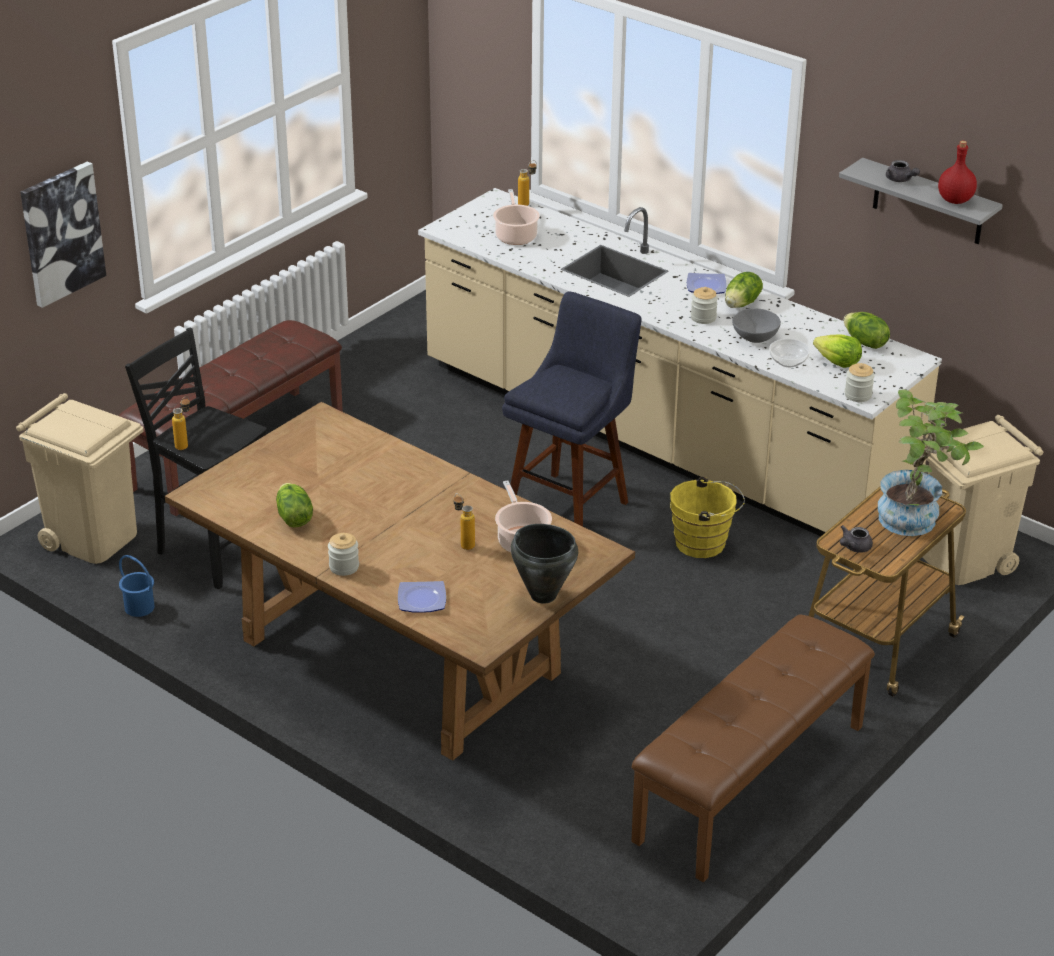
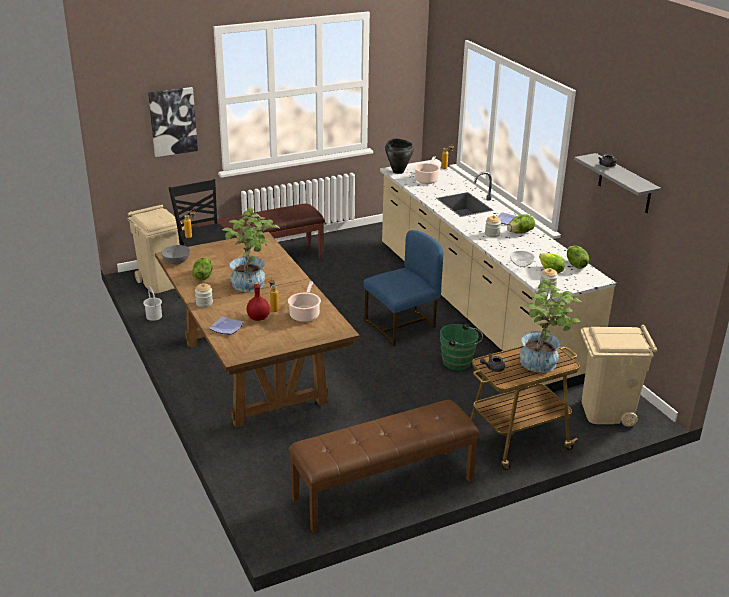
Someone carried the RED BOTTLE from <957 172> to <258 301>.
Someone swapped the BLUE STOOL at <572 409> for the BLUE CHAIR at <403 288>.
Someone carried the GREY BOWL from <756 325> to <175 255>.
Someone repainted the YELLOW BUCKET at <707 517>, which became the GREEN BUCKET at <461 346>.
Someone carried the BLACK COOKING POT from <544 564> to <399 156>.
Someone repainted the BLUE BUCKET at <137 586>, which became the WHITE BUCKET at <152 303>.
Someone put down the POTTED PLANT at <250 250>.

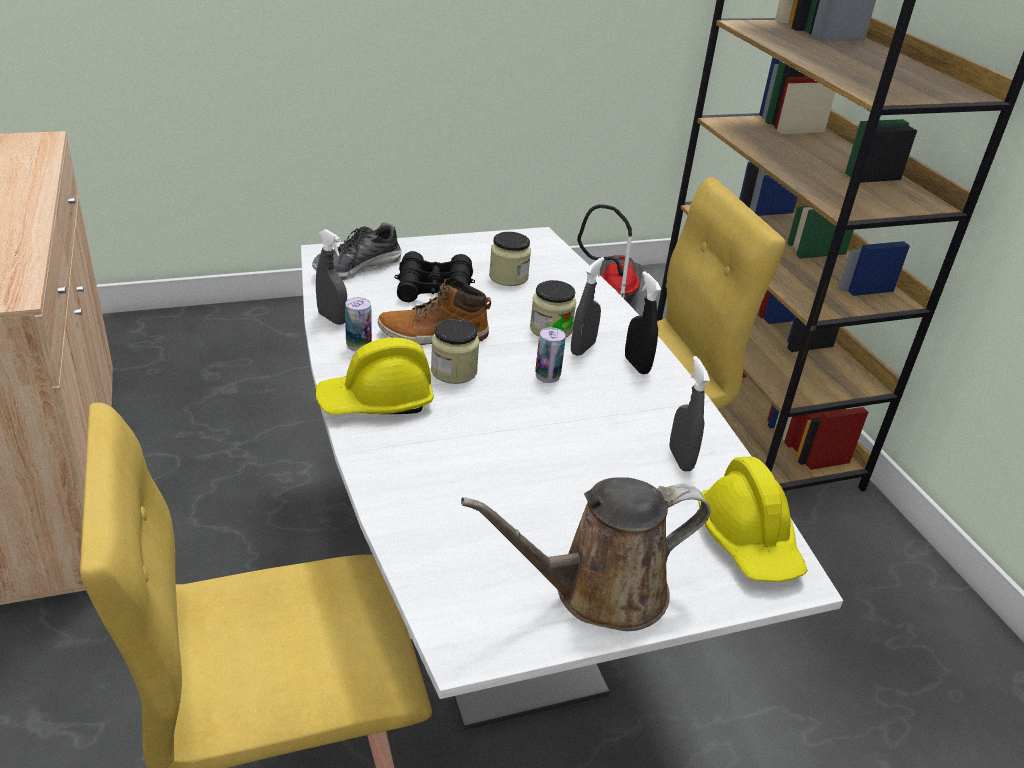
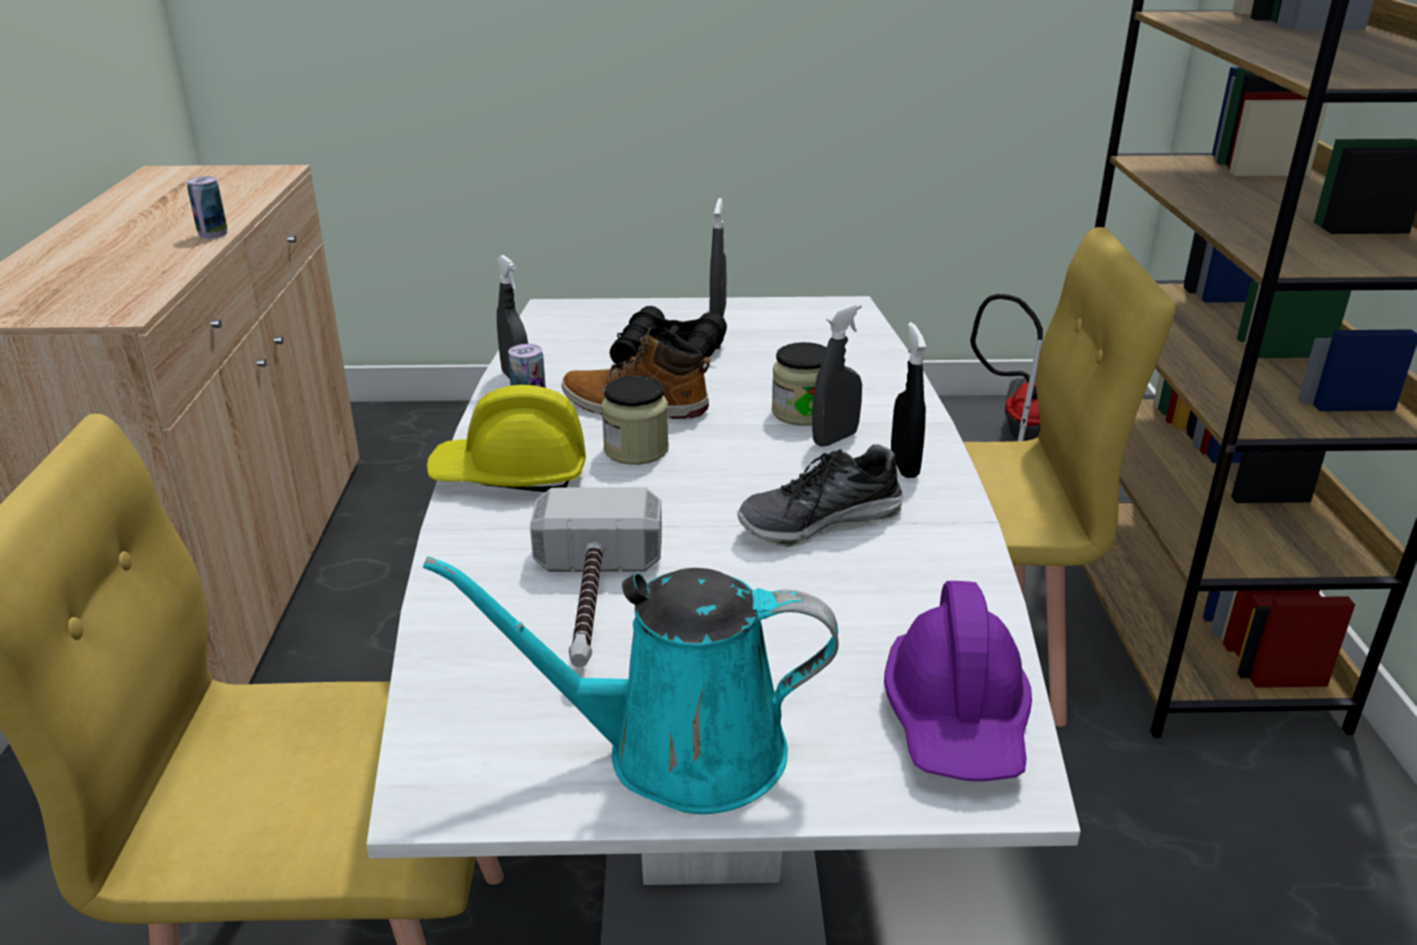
Someone carried the SHOE from <357 251> to <820 495>.
Someone took away the JAR at <510 259>.
Someone carried the CAN from <550 355> to <206 207>.
Someone carried the GREY SPRAY BOTTLE from <689 413> to <718 257>.
Someone repainted the YELLOW HARD HAT at <752 519>, which became the PURPLE HARD HAT at <958 681>.
Someone repainted the BROWN WATERING CAN at <586 554>, which became the TURQUOISE WATERING CAN at <631 685>.
Someone put down the HAMMER at <596 577>.

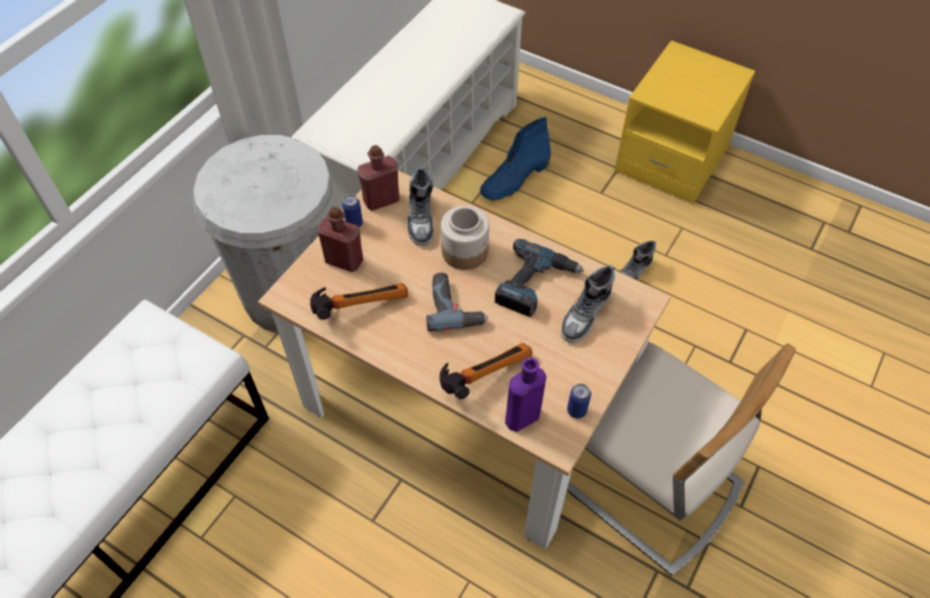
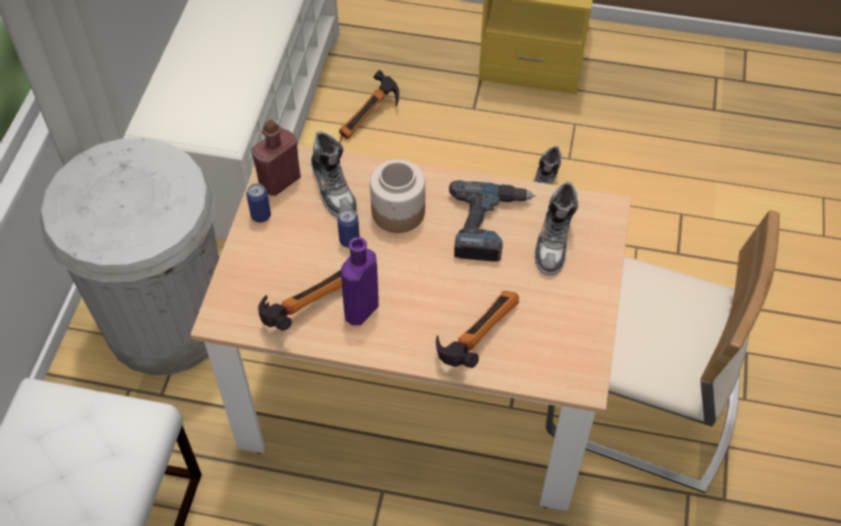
Someone swapped the BLUE BOOT at <515 159> for the HAMMER at <369 104>.
Someone took away the RED BOTTLE at <340 239>.
Someone took away the POWER DRILL at <457 302>.
Someone carried the PURPLE BOTTLE from <525 394> to <360 281>.
Someone carried the CAN from <579 401> to <348 228>.

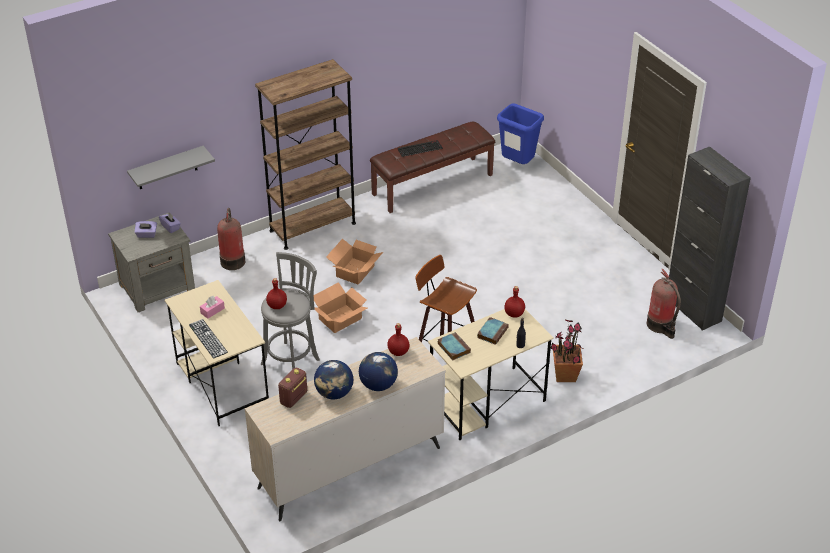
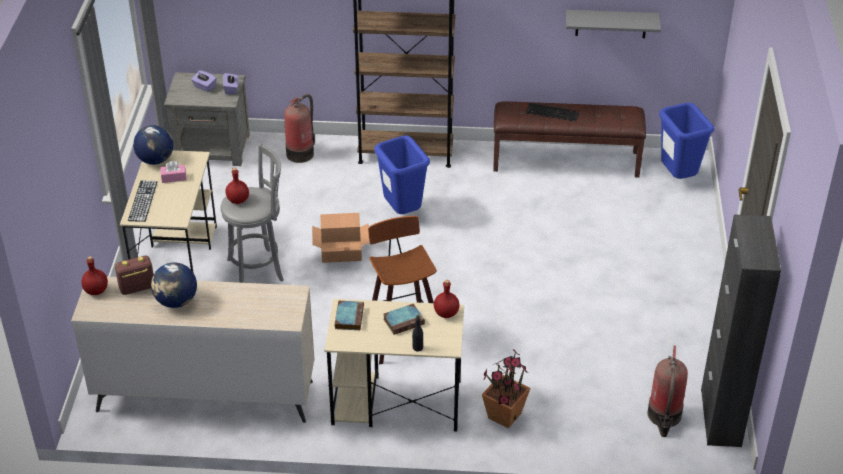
Someone carried the GREY SHELF from <171 167> to <613 24>.
Someone swapped the CARDBOARD BOX at <354 262> for the BLUE TRASH CAN at <402 175>.
Someone carried the RED BOTTLE from <398 339> to <94 275>.
Someone carried the GLOBE from <378 371> to <153 145>.

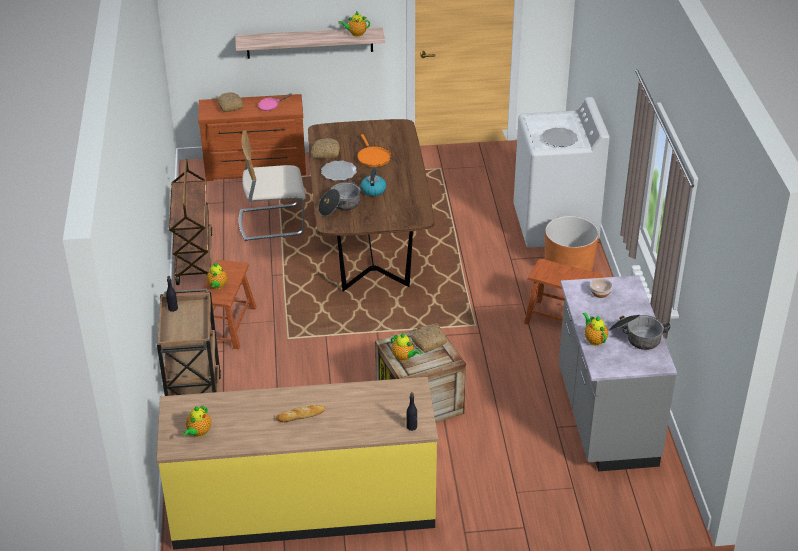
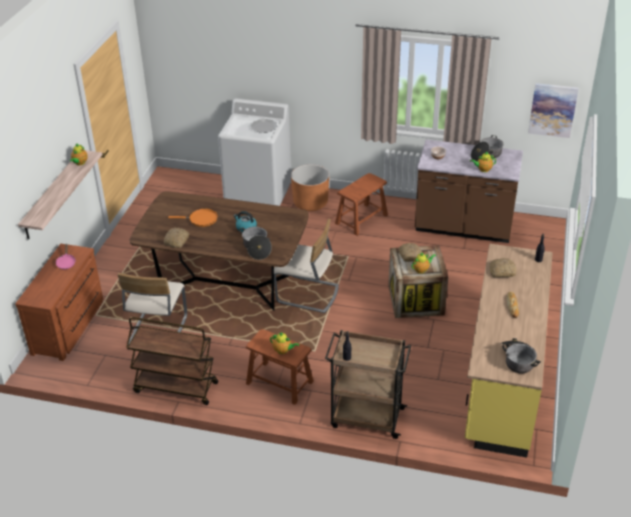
Someone carried the BREAD from <230 102> to <503 267>.
Someone took away the PLATE at <339 171>.
Someone repainted the GREY COUNTER at <618 373>, which became the BROWN COUNTER at <469 191>.
Someone swapped the TEAPOT at <197 421> for the COOKING POT at <520 355>.
Someone put up the PICTURE at <553 110>.
Someone put down the BEIGE CHAIR at <306 266>.

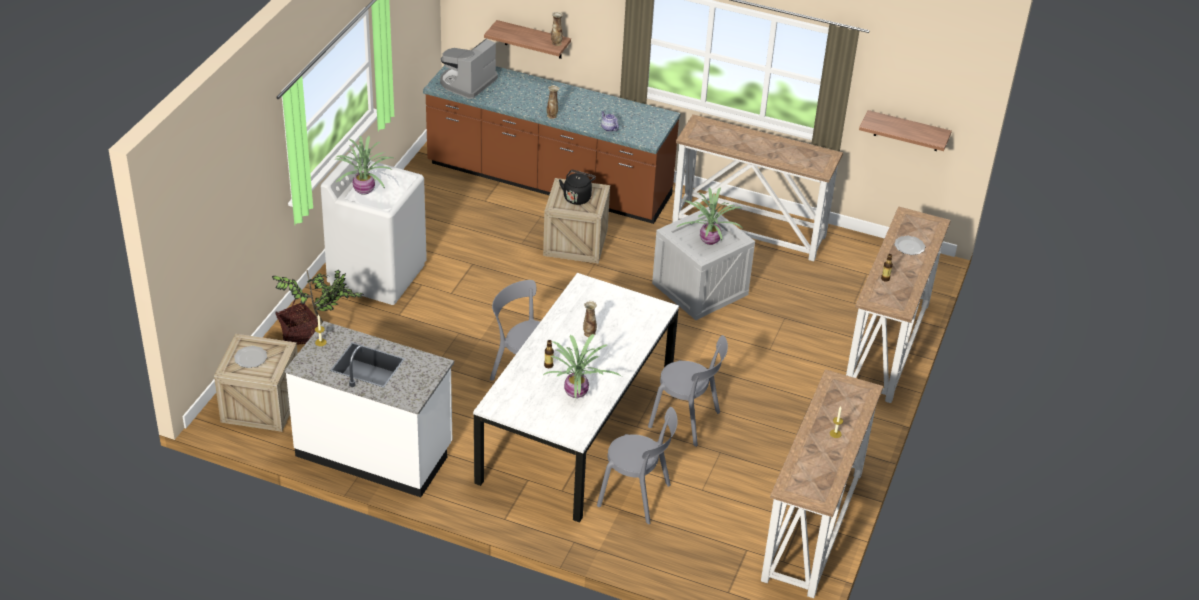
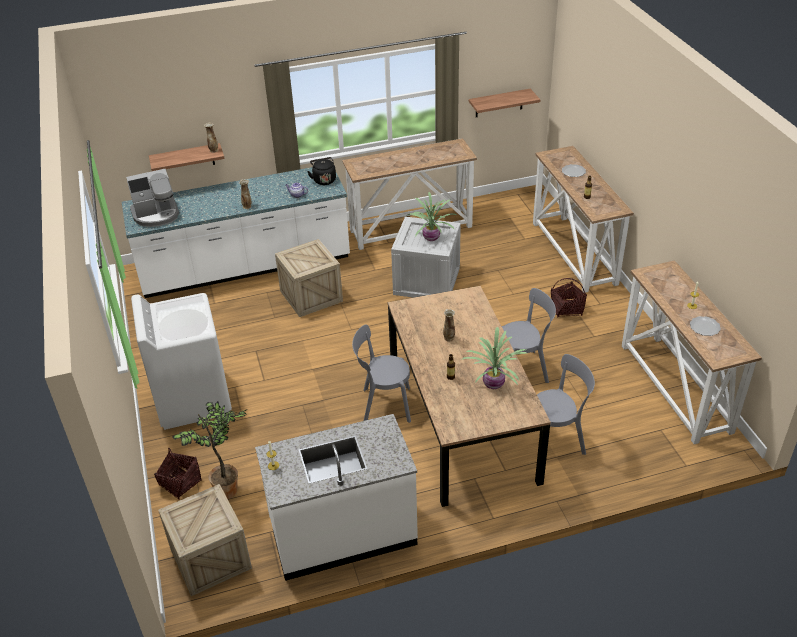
Someone rotated the COFFEE MACHINE at <469 68> by 105 degrees counterclockwise.
Someone repainted the BROWN COUNTER at <551 144>, which became the WHITE COUNTER at <236 232>.
Someone took away the POTTED PLANT at <365 165>.
Someone carried the BLACK KETTLE from <577 187> to <321 171>.
Someone repainted the WHITE DINING TABLE at <576 398>, which became the BROWN DINING TABLE at <469 396>.
Someone carried the PLATE from <250 357> to <705 326>.
Someone put down the BASKET at <569 297>.

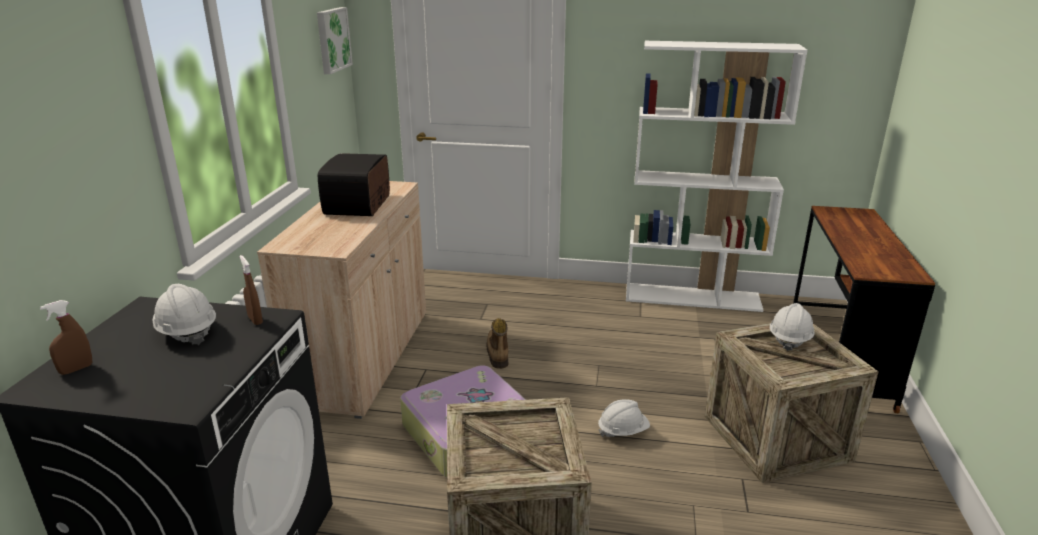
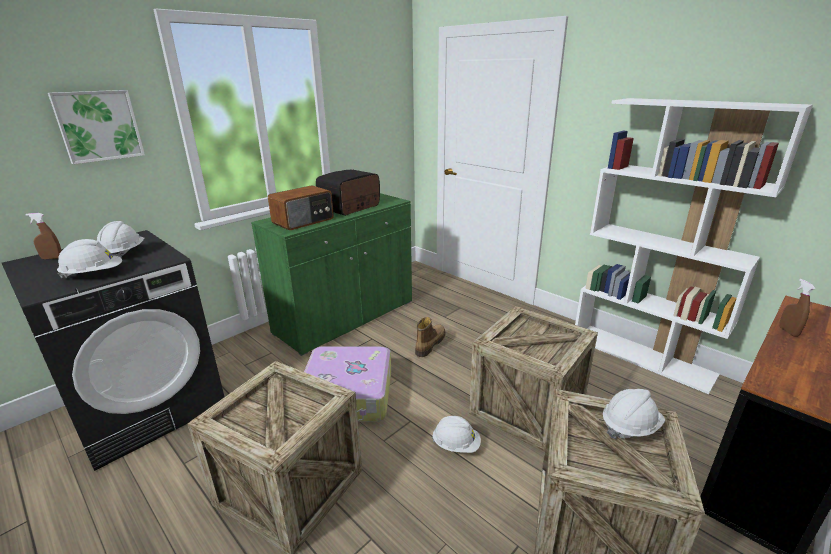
Someone carried the PICTURE from <335 40> to <96 127>.
Someone repainted the BEIGE CABINET at <341 300>, which became the GREEN CABINET at <331 274>.
Someone carried the BROWN SPRAY BOTTLE from <251 290> to <797 308>.
Someone put down the RADIO at <301 207>.
Someone put down the WHITE HARD HAT at <89 259>.
Someone put down the CRATE at <533 379>.

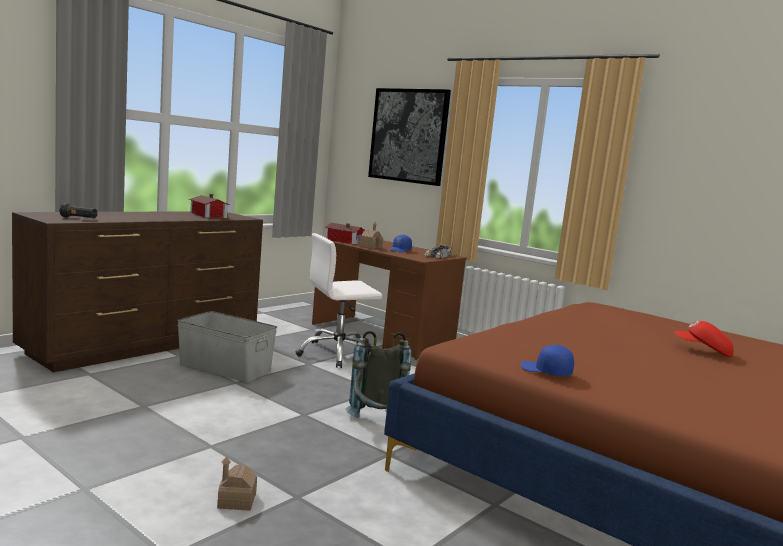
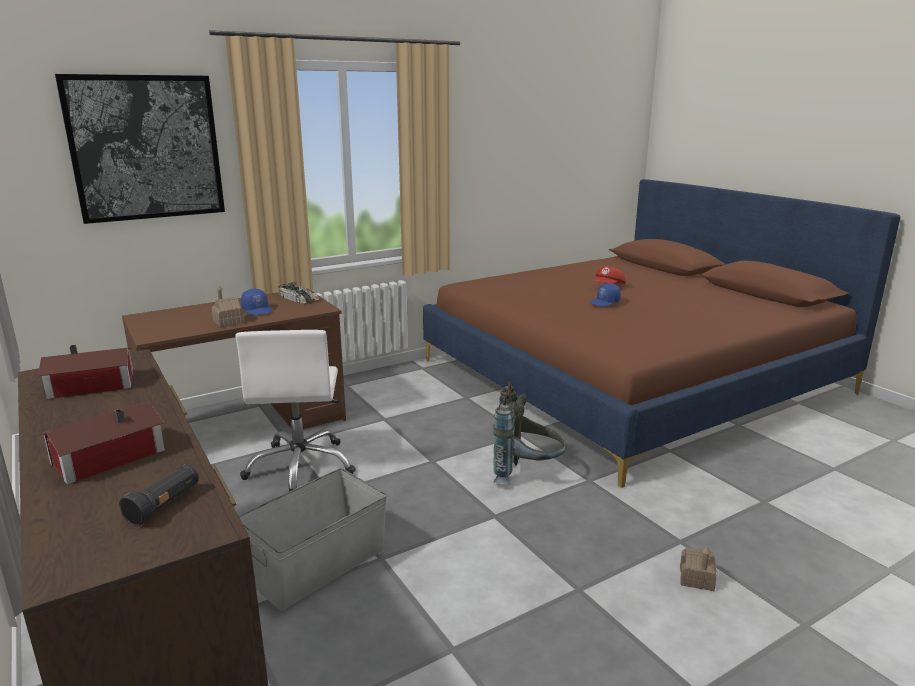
Someone carried the TOY HOUSE from <344 233> to <102 444>.
Someone carried the BLUE CAP from <547 360> to <605 295>.

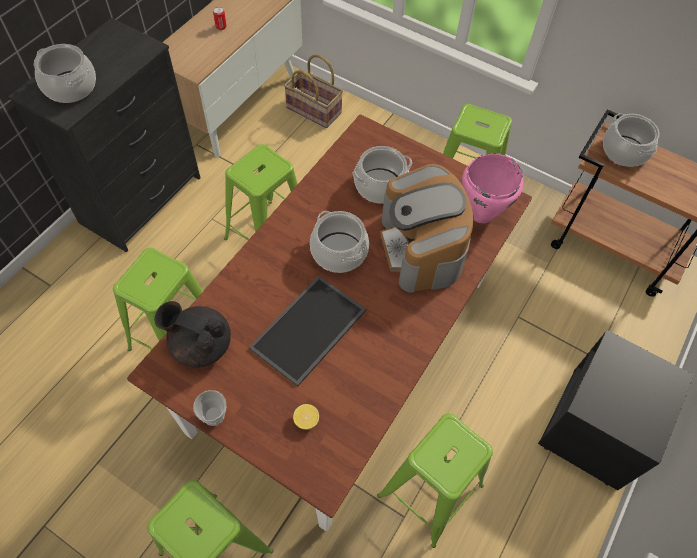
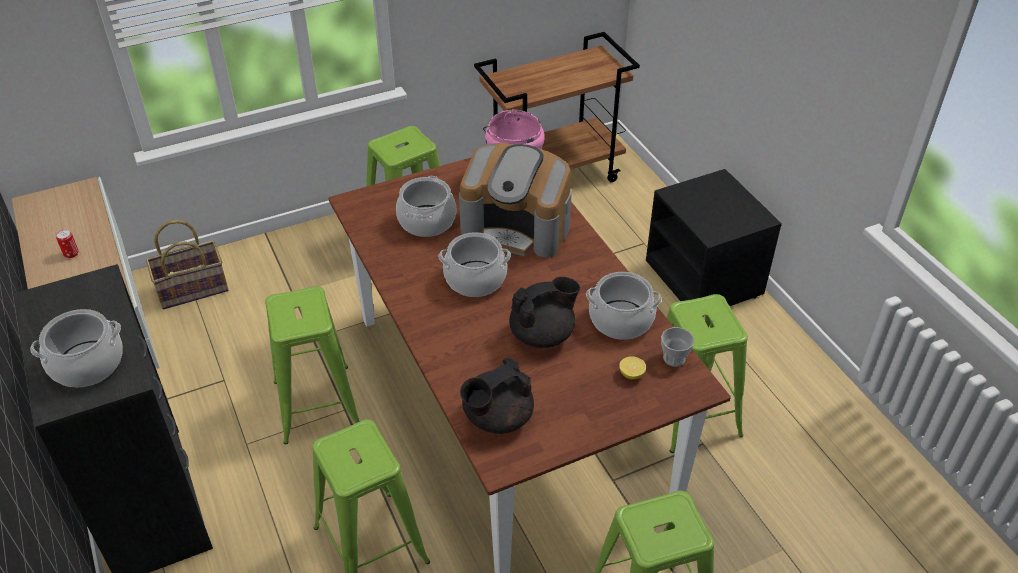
Someone carried the COOKING POT from <631 140> to <624 306>.
Someone swapped the TRAY at <307 331> for the BLACK TEAPOT at <544 312>.
Someone carried the CUP from <209 408> to <677 347>.

